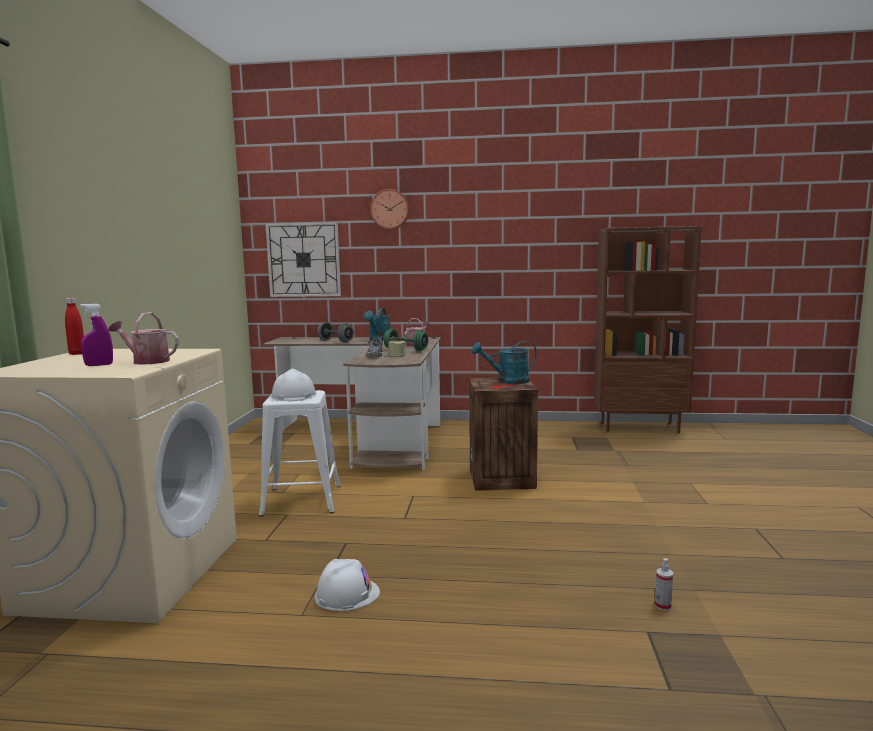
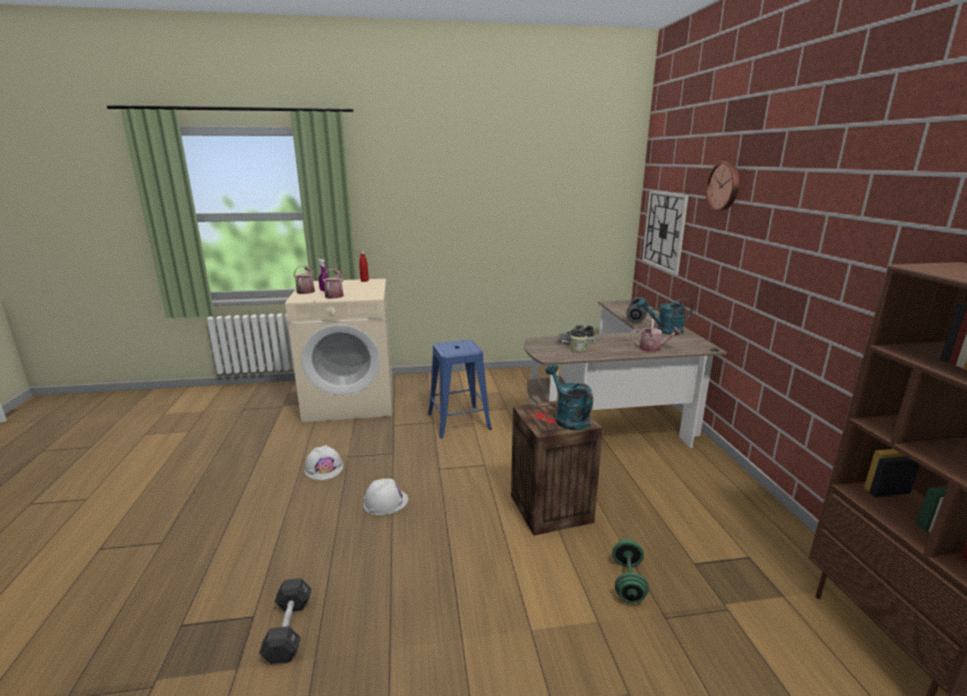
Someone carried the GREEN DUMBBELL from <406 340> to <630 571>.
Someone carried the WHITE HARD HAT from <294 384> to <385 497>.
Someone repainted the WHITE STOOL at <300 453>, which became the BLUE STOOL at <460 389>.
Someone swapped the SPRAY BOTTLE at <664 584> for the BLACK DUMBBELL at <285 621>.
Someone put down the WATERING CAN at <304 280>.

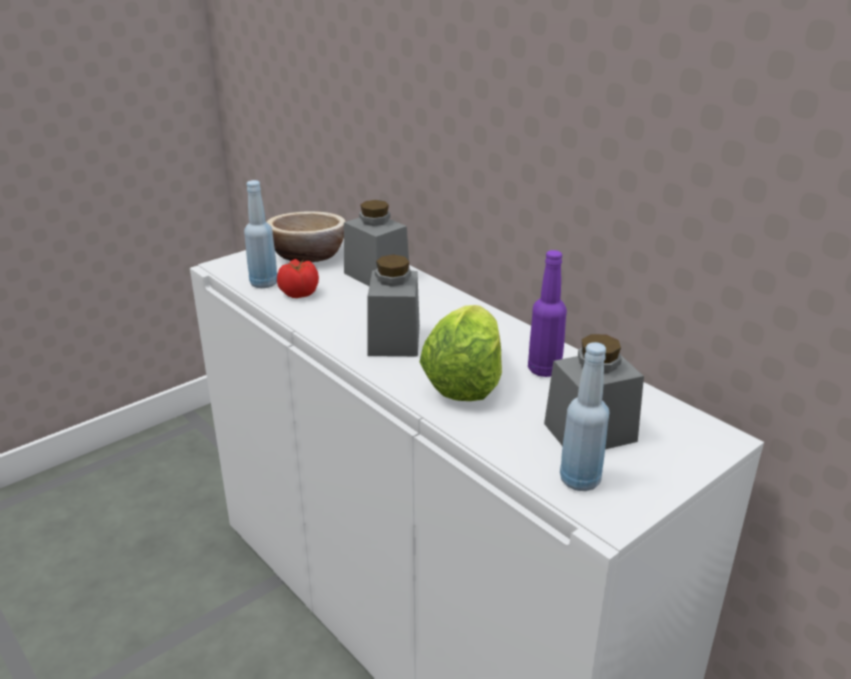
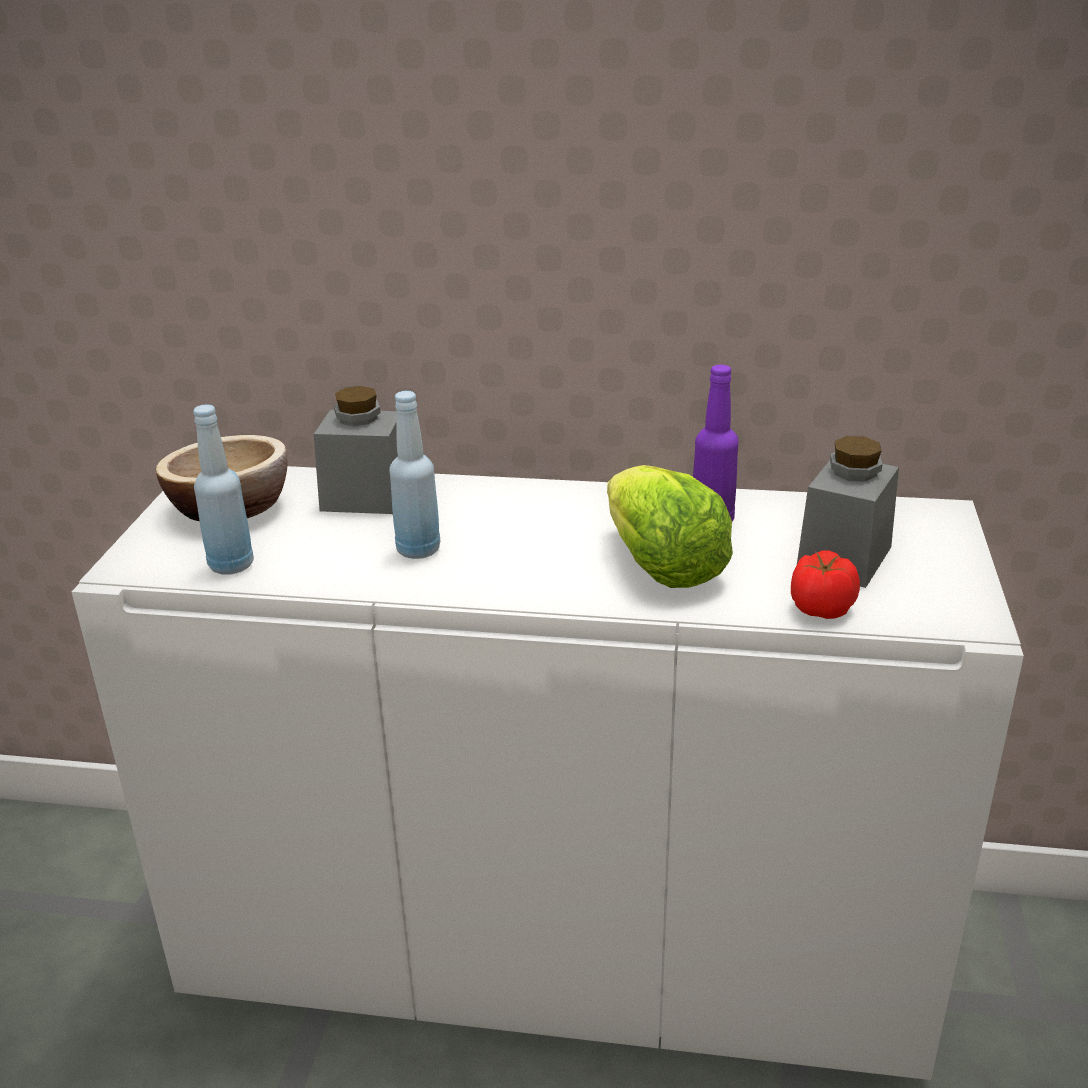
Someone took away the GREY JAR at <394 305>.
Someone carried the TOMATO from <298 278> to <825 584>.
Someone carried the BLUE BOTTLE from <584 416> to <414 475>.

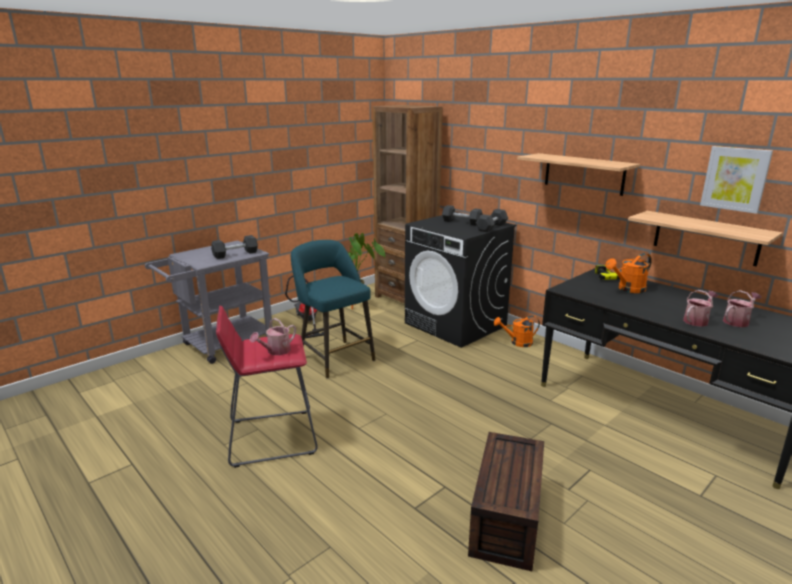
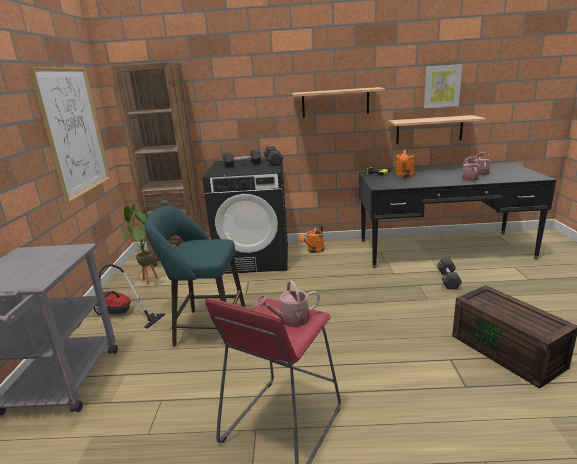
Someone carried the BLACK DUMBBELL from <234 247> to <449 274>.
Someone rotated the WATERING CAN at <273 336> by 75 degrees clockwise.
Someone put up the PICTURE at <69 135>.

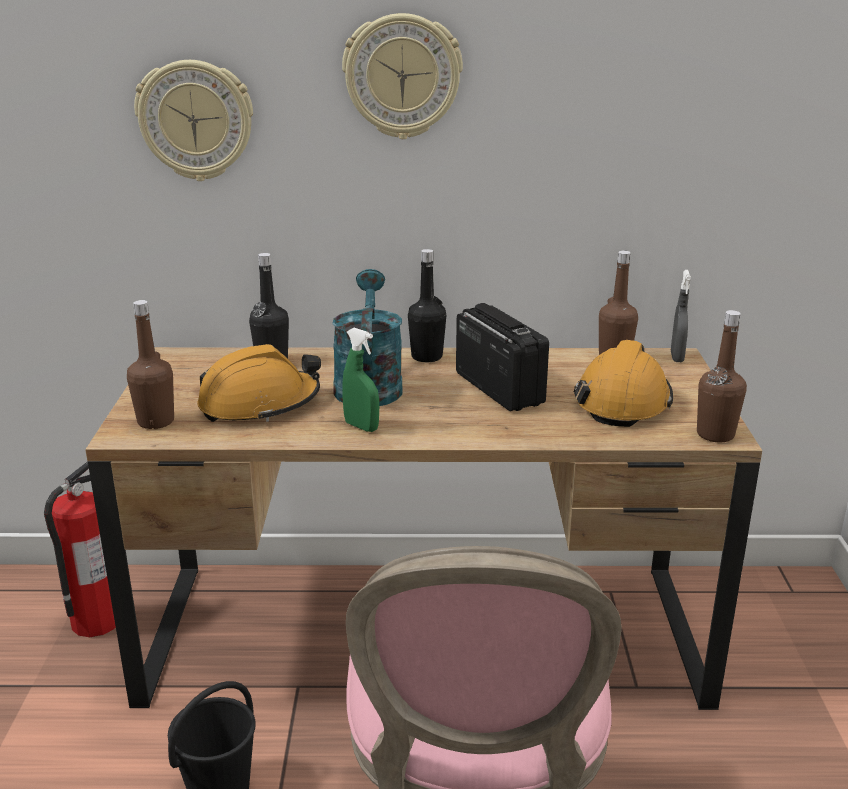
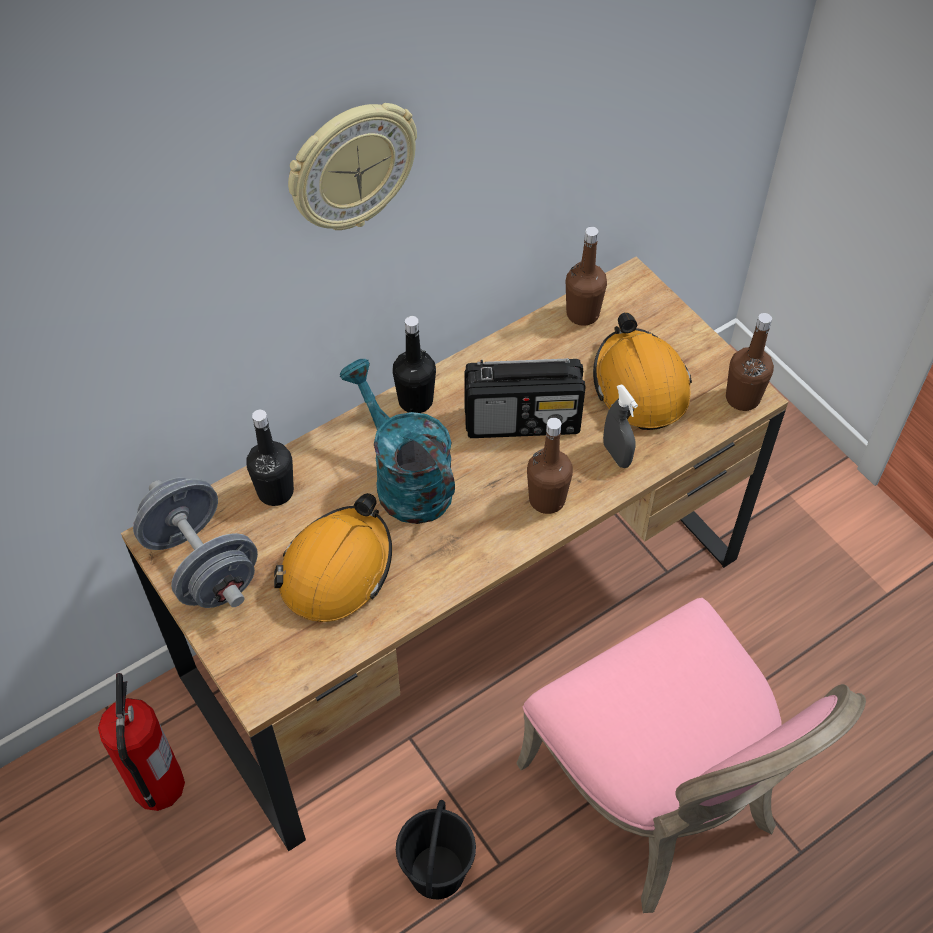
Someone took away the WALL CLOCK at <193 120>.
Someone carried the GREY SPRAY BOTTLE from <681 316> to <620 426>.
Someone carried the BROWN BOTTLE from <150 364> to <550 466>.
Someone rotated the RADIO at <502 357> by 150 degrees clockwise.
Someone took away the GREEN SPRAY BOTTLE at <360 380>.
Someone put down the GREY DUMBBELL at <195 542>.

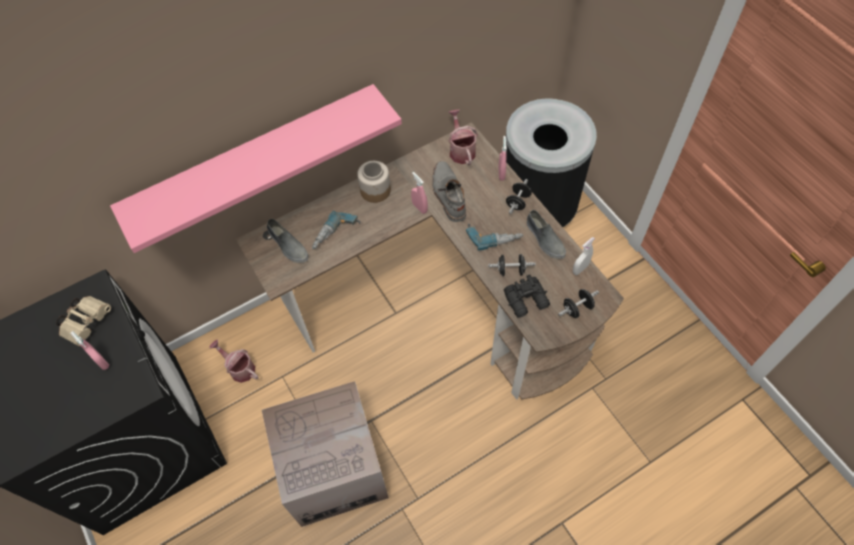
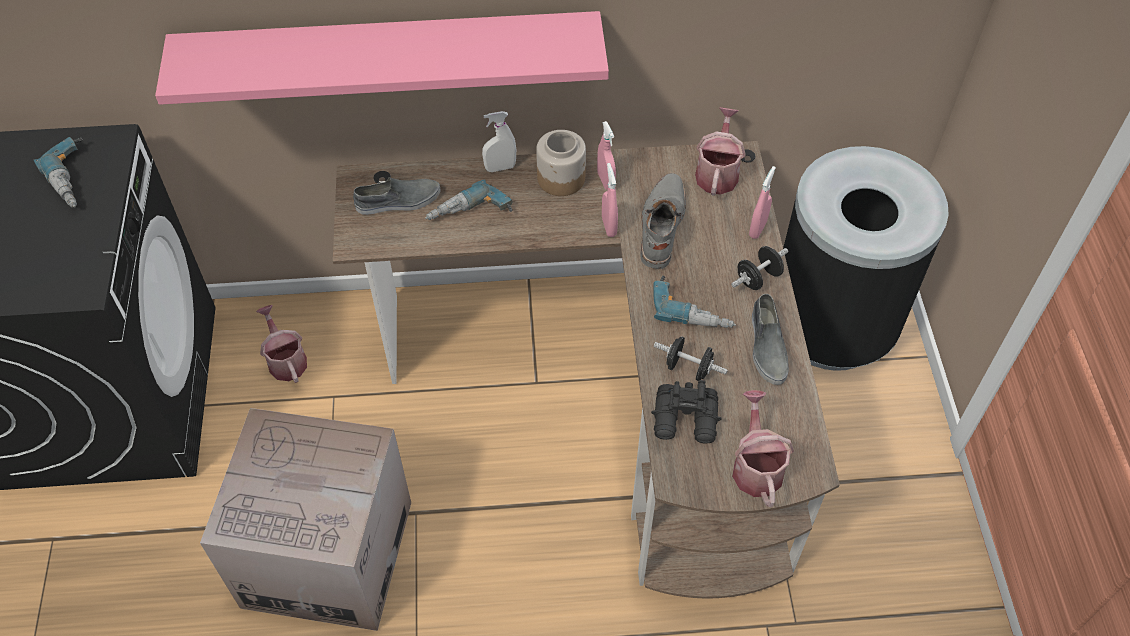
Someone rotated the GREY SHOE at <288 241> by 90 degrees counterclockwise.
Someone carried the WHITE SPRAY BOTTLE from <584 256> to <499 141>.
Someone swapped the BLACK DUMBBELL at <578 303> for the WATERING CAN at <763 448>.
Someone swapped the BEIGE BINOCULARS at <83 321> for the POWER DRILL at <58 172>.
Someone carried the PINK SPRAY BOTTLE from <89 350> to <606 155>.

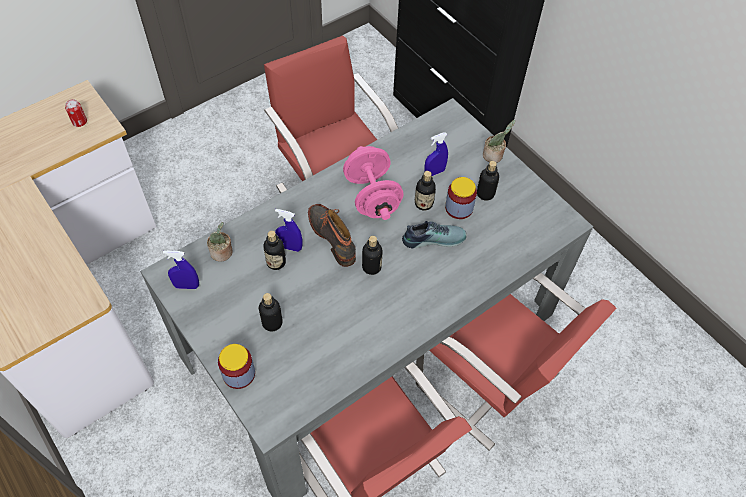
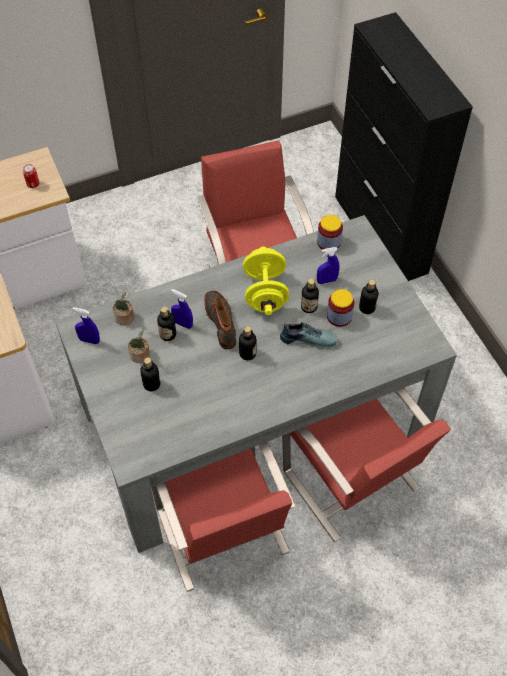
Someone carried the POTTED PLANT from <499 141> to <139 346>.
Someone repainted the PINK DUMBBELL at <373 183>, which became the YELLOW DUMBBELL at <266 281>.
Someone carried the JAR from <236 366> to <330 232>.

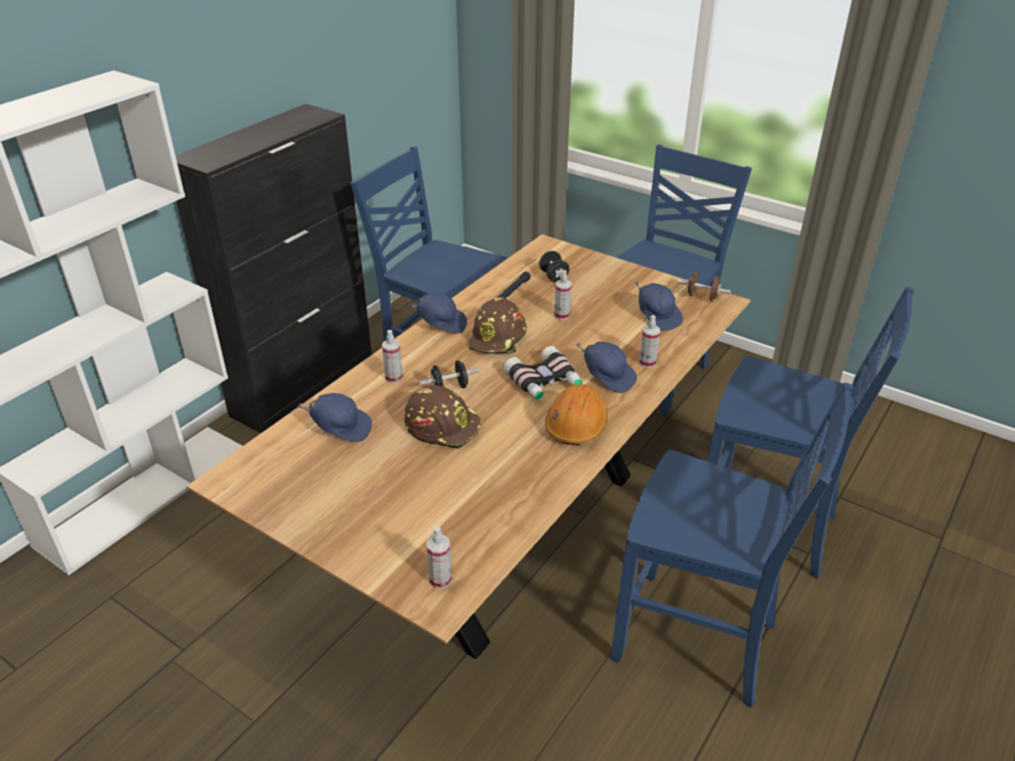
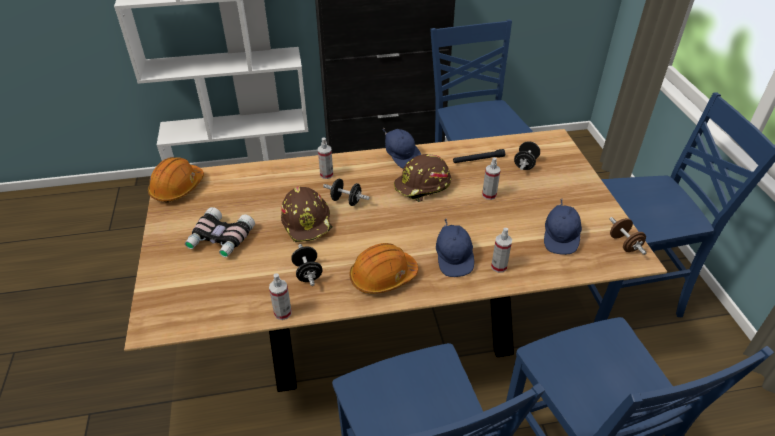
Someone carried the BINOCULARS from <543 373> to <220 232>.
Someone took away the BLUE CAP at <335 417>.
Someone carried the SPRAY BOTTLE from <439 557> to <280 296>.
Someone put down the ORANGE HARD HAT at <176 180>.
Someone put down the BLACK DUMBBELL at <306 265>.

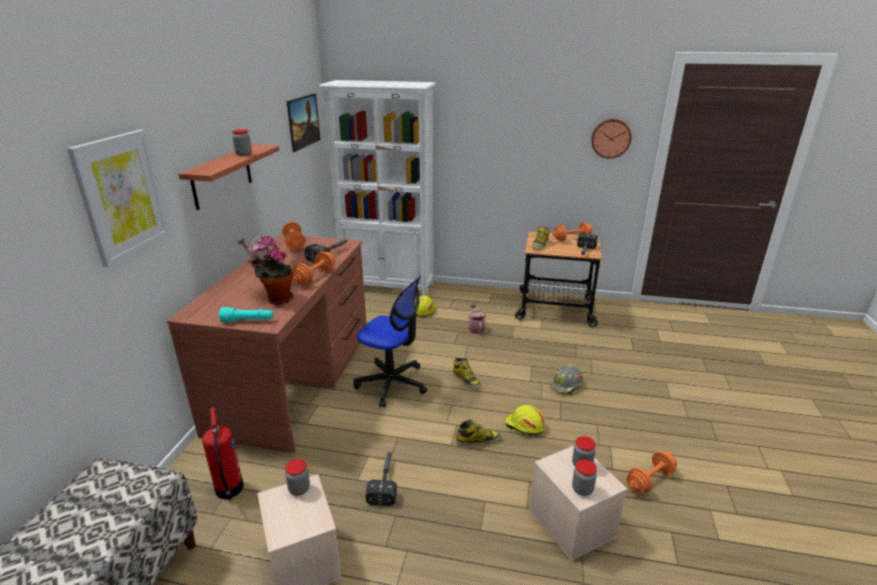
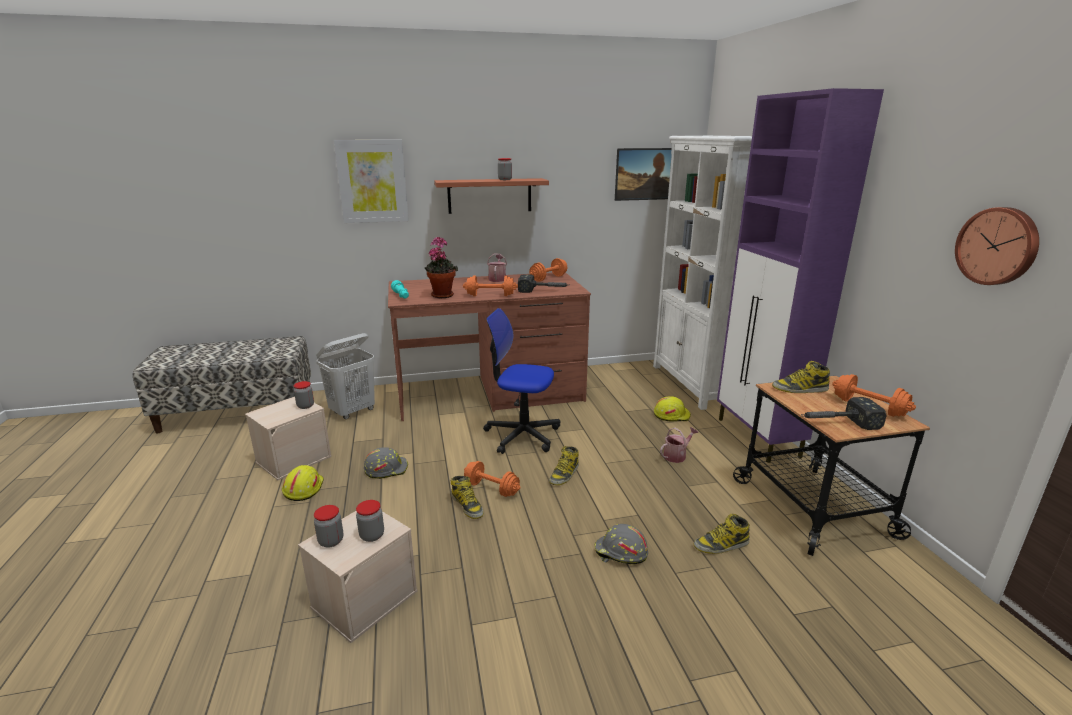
Someone rotated the OFFICE CHAIR at <390 342> by 105 degrees clockwise.
Someone carried the YELLOW HARD HAT from <525 420> to <303 483>.
Someone swapped the FIRE EXTINGUISHER at <223 453> for the WHITE LAUNDRY BASKET at <345 376>.
Someone swapped the HAMMER at <381 479> for the GREY HARD HAT at <386 463>.
Someone carried the ORANGE DUMBBELL from <652 472> to <492 479>.
Someone put down the PURPLE CABINET at <800 275>.
Someone put down the BOOT at <722 534>.

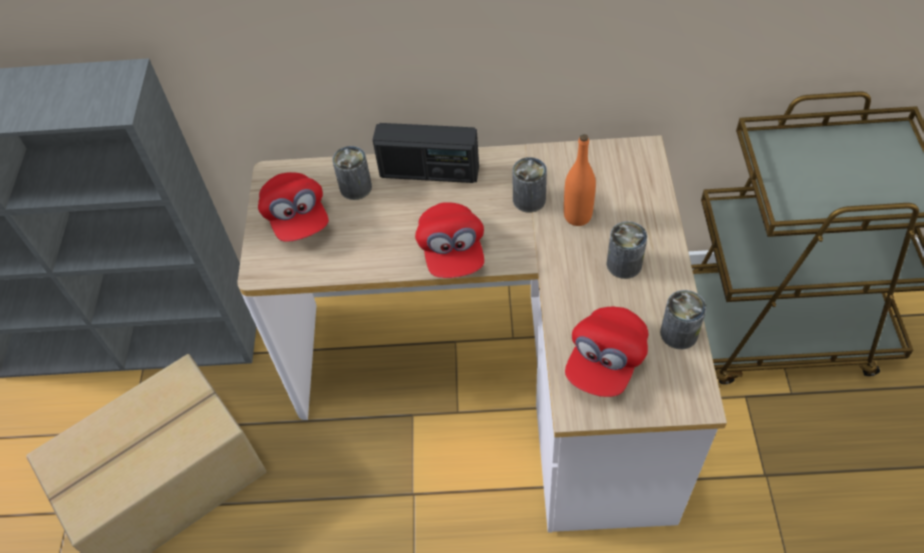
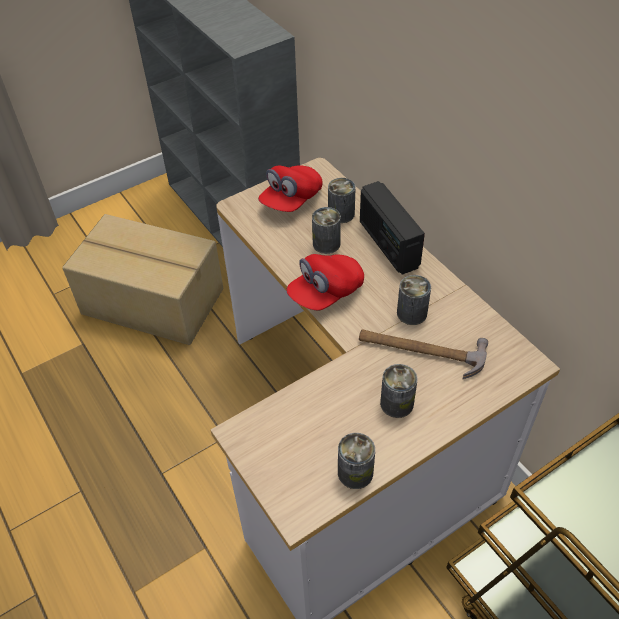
Someone swapped the ORANGE BOTTLE at <580 180> for the HAMMER at <423 354>.
Someone took away the RED CAP at <606 352>.
Someone put down the CAN at <326 230>.

